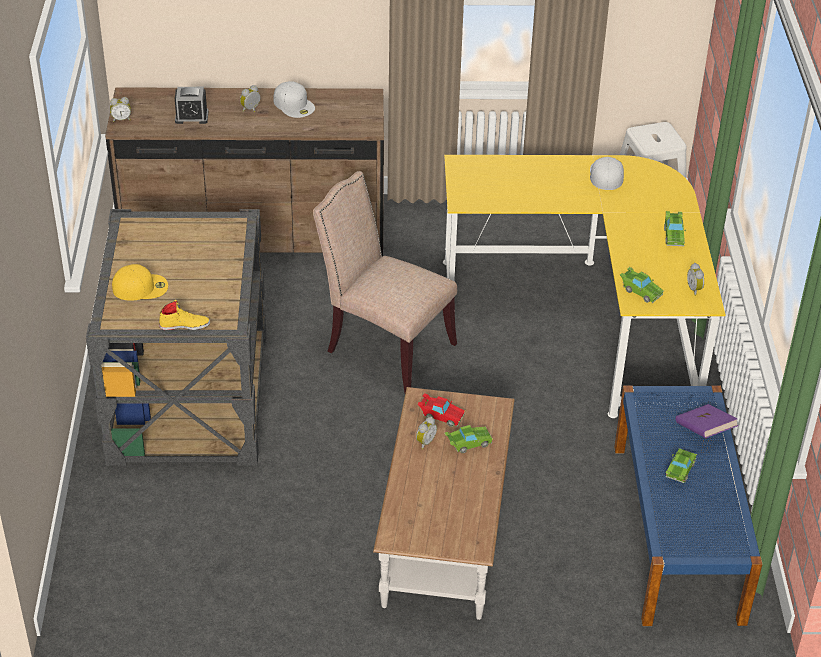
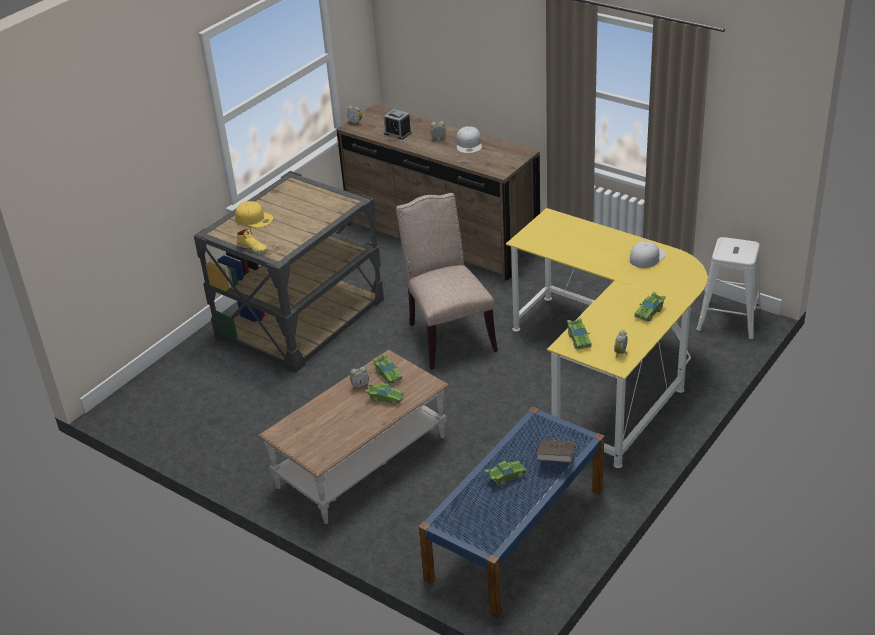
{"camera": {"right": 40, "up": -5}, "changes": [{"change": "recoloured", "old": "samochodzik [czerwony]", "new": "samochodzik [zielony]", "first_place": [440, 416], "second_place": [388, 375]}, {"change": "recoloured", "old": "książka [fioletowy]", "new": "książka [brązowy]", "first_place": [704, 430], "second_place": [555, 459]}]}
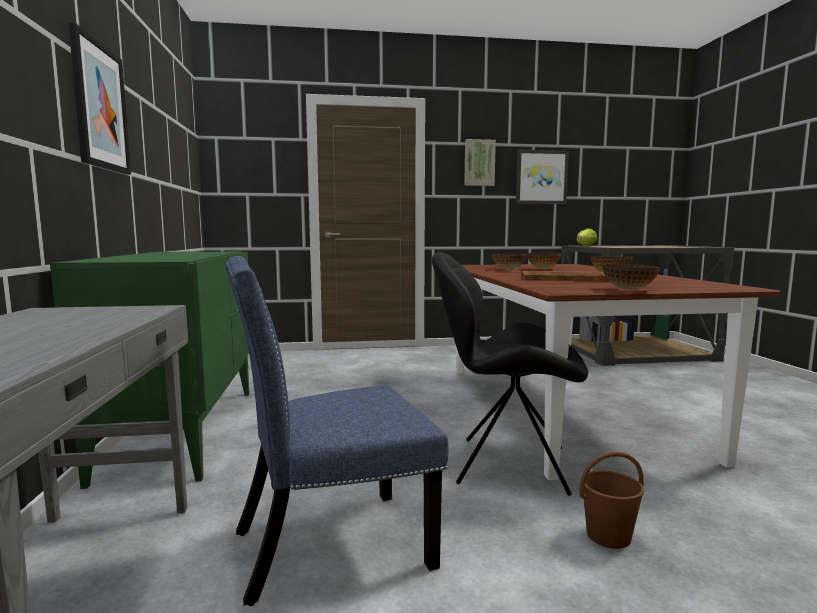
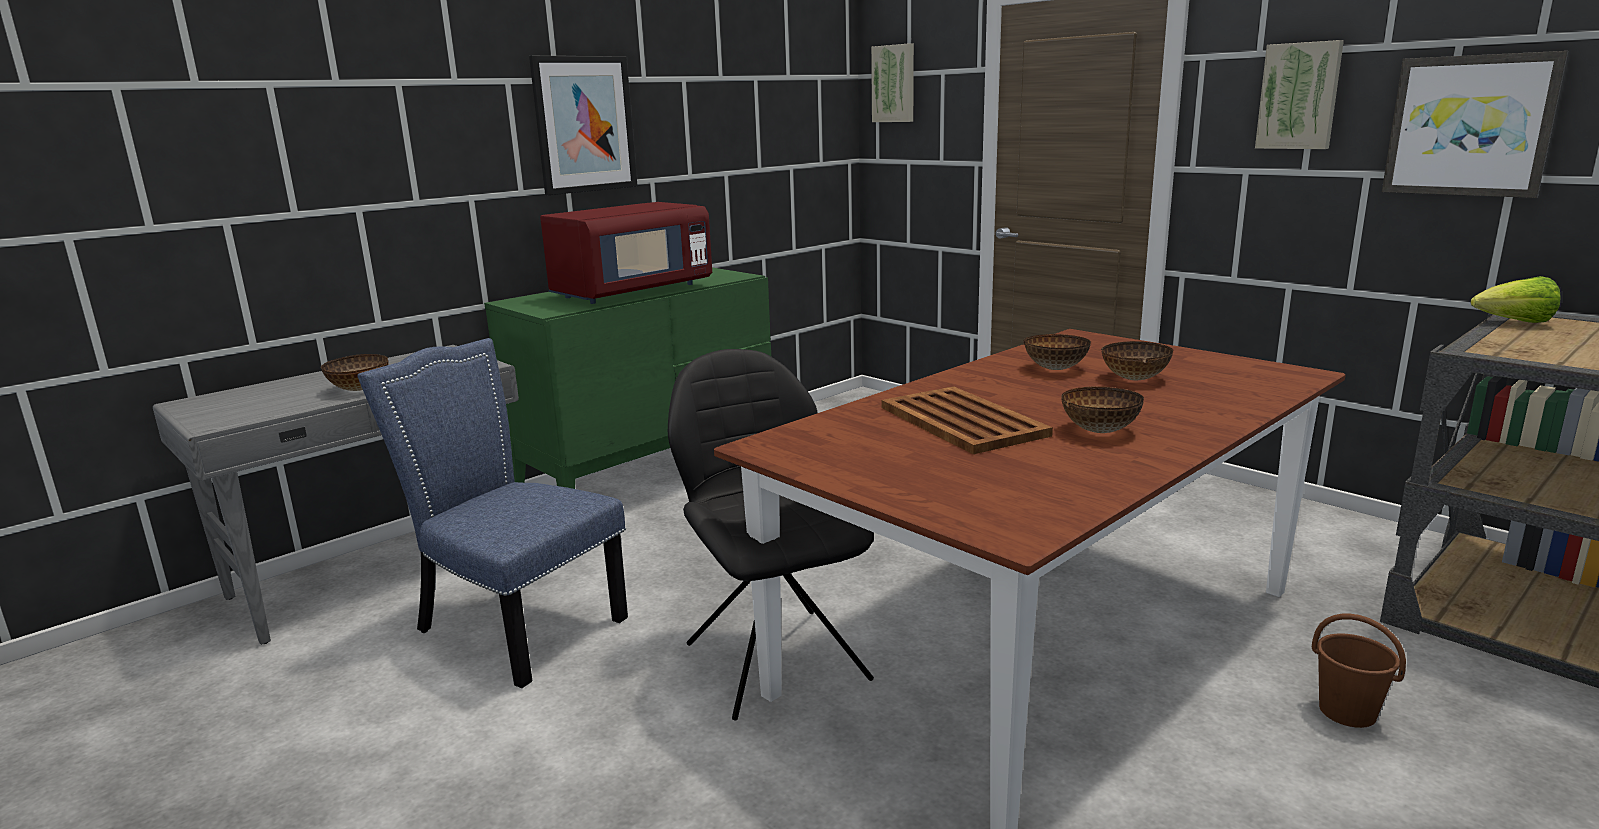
{"camera": {"right": 55, "up": 10}, "changes": [{"change": "moved", "old": "miska", "first_place": [629, 289], "second_place": [359, 389]}, {"change": "moved", "old": "wiadro [brązowy]", "first_place": [609, 536], "second_place": [1348, 712]}, {"change": "added", "new": "obraz", "second_place": [894, 83]}, {"change": "added", "new": "mikrofalówka [czerwony]", "second_place": [632, 292]}]}
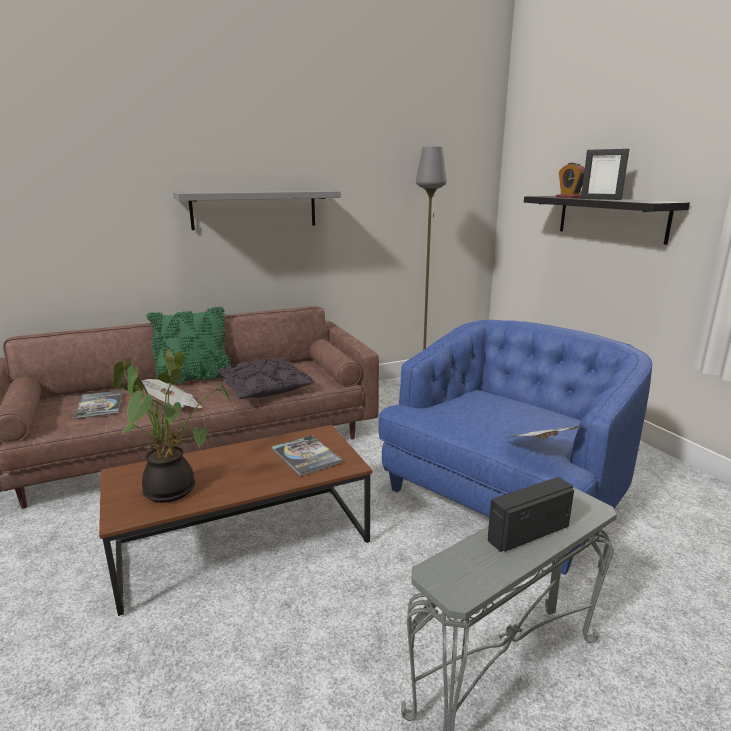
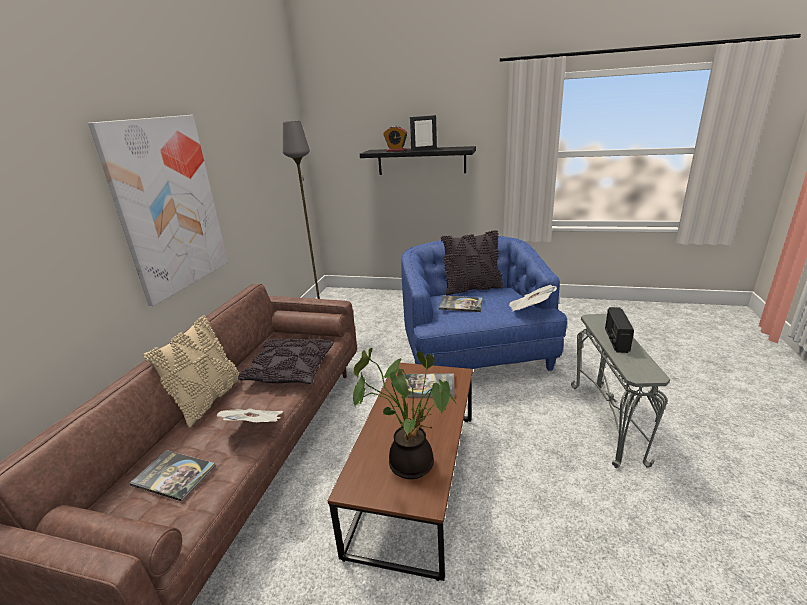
{"camera": {"right": -50, "up": 5}, "changes": [{"change": "replaced", "old": "półka [szary]", "new": "obraz", "first_place": [254, 209], "second_place": [168, 206]}, {"change": "recoloured", "old": "poduszka [zielony]", "new": "poduszka [beżowy]", "first_place": [194, 379], "second_place": [208, 400]}, {"change": "added", "new": "poduszka [czarny]", "second_place": [472, 288]}, {"change": "added", "new": "książka", "second_place": [461, 304]}]}
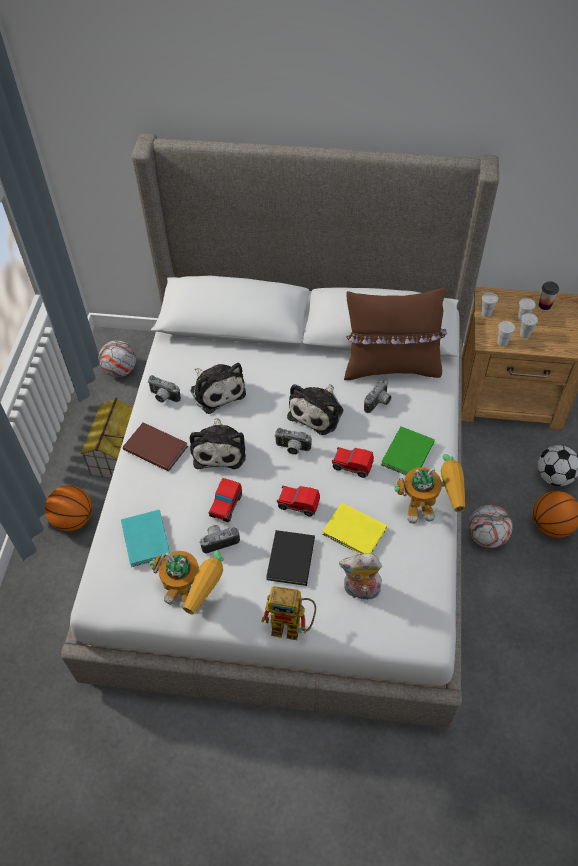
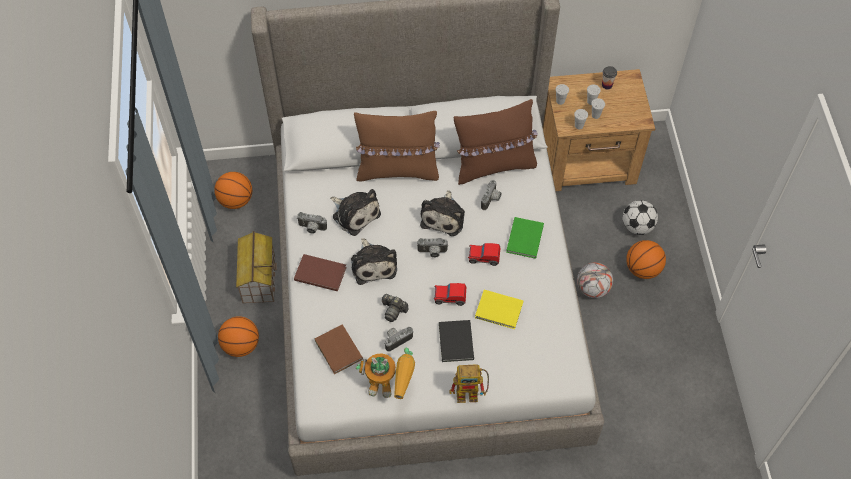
{"camera": {"right": -15, "up": 5}, "changes": [{"change": "replaced", "old": "piłka futbolowa", "new": "piłka do koszykówki", "first_place": [120, 370], "second_place": [236, 200]}, {"change": "removed", "old": "robot zabawkowy", "first_place": [430, 508]}, {"change": "replaced", "old": "samochodzik", "new": "aparat fotograficzny", "first_place": [226, 506], "second_place": [393, 310]}, {"change": "recoloured", "old": "książka [turkusowy]", "new": "książka [brązowy]", "first_place": [145, 541], "second_place": [338, 351]}, {"change": "removed", "old": "pluszak", "first_place": [360, 591]}, {"change": "added", "new": "poduszka [brązowy]", "second_place": [398, 170]}]}
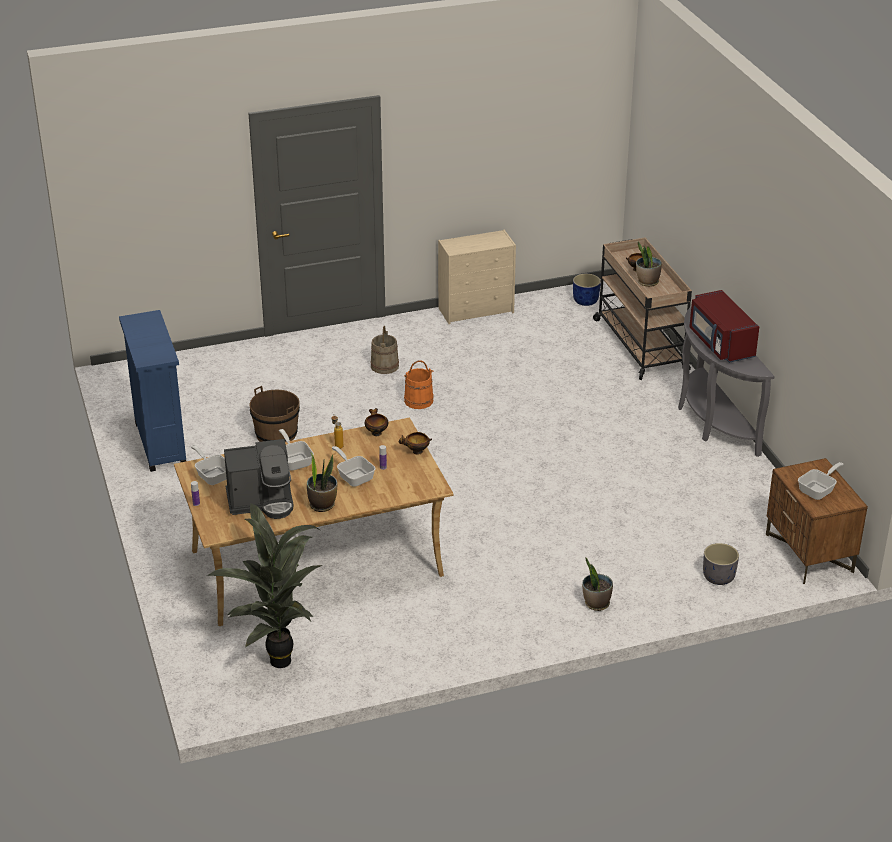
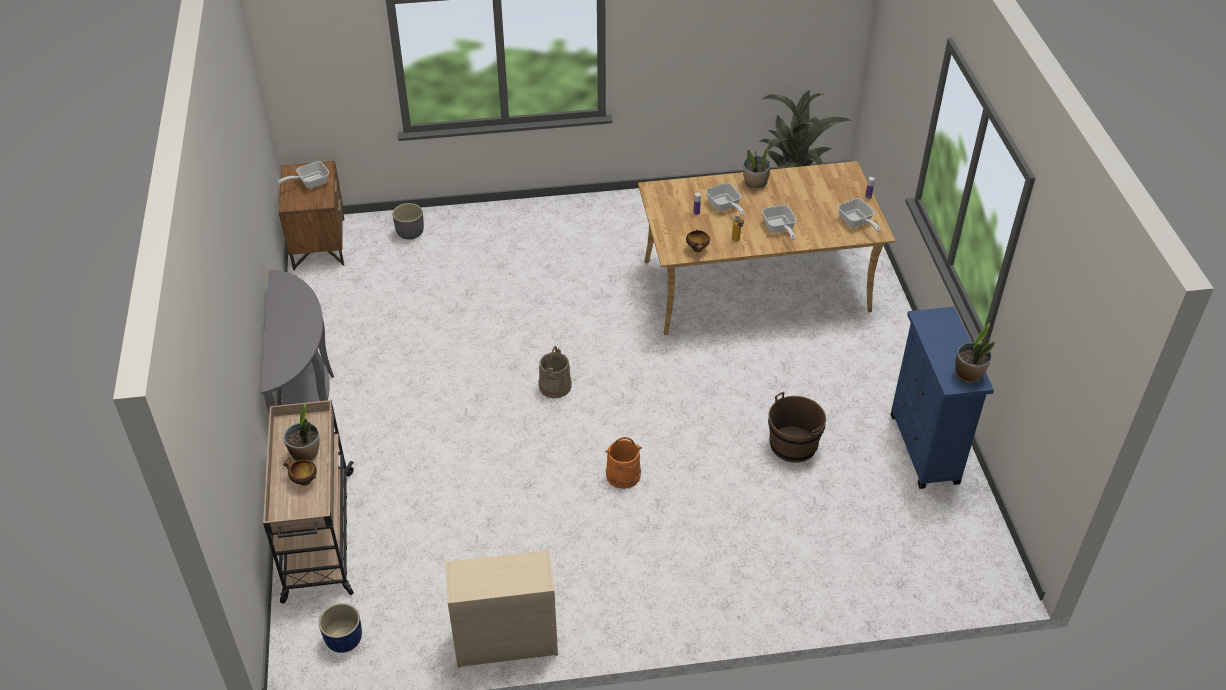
{"camera": {"right": -170, "up": 10}, "changes": [{"change": "removed", "old": "mikrofalówka [czerwony]", "first_place": [720, 343]}, {"change": "moved", "old": "wiadro [beżowy]", "first_place": [385, 366], "second_place": [555, 386]}, {"change": "removed", "old": "miska", "first_place": [416, 452]}, {"change": "removed", "old": "ekspres do kawy", "first_place": [262, 501]}, {"change": "moved", "old": "roślina doniczkowa", "first_place": [596, 603], "second_place": [968, 374]}]}
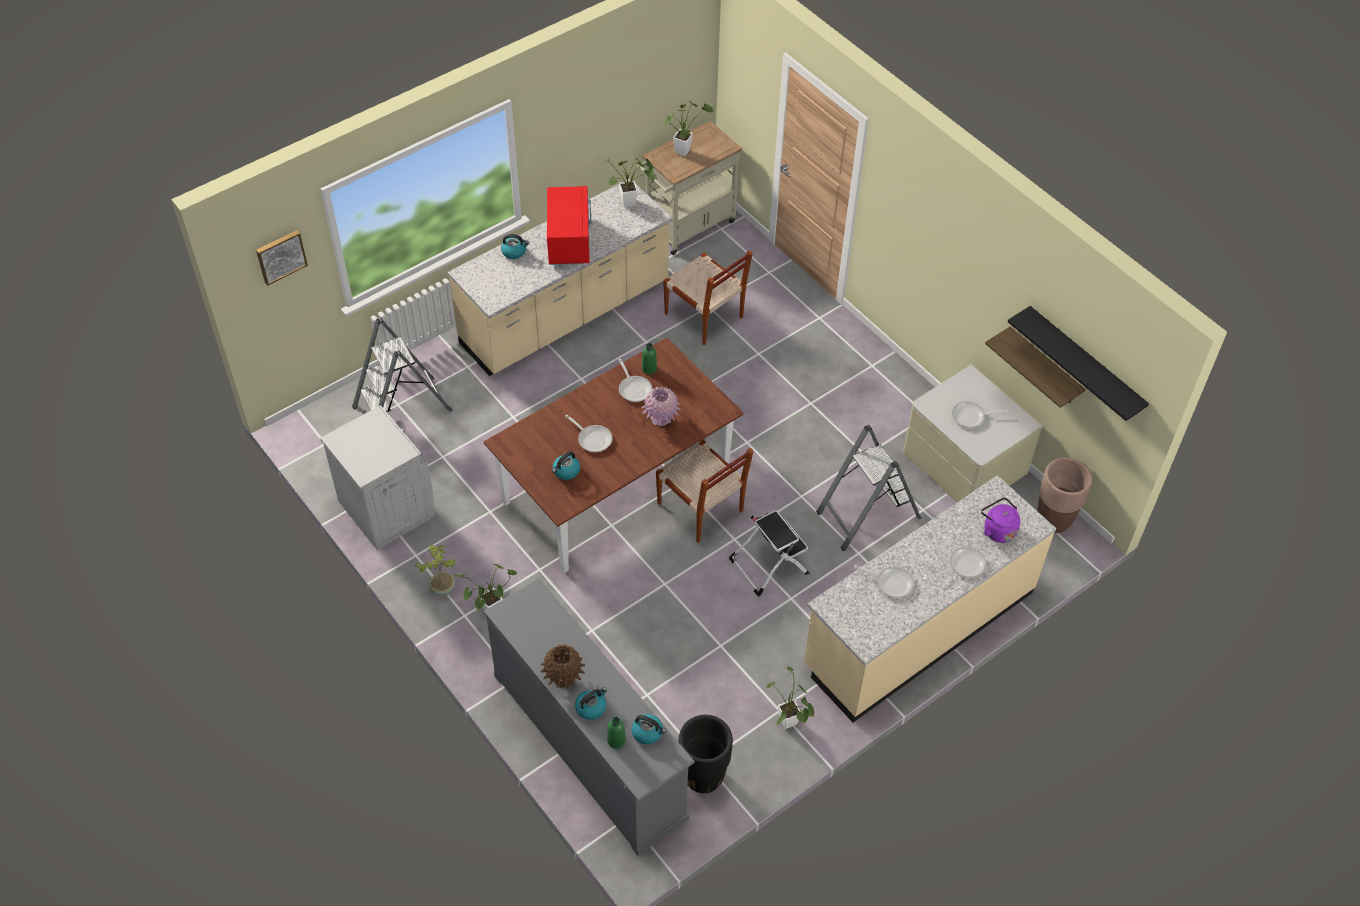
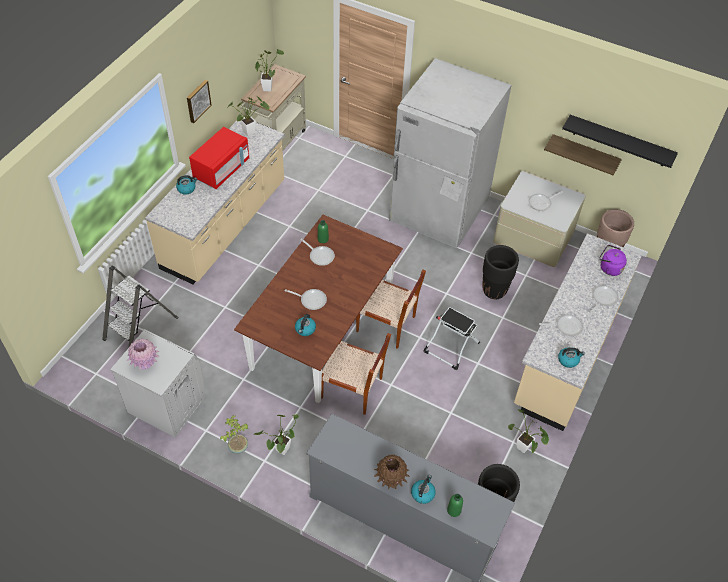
{"camera": {"right": -25, "up": 0}, "changes": [{"change": "turned", "old": "mikrofalówka [czerwony]", "first_place": [569, 241], "second_place": [222, 169], "degrees": 60}, {"change": "moved", "old": "obraz", "first_place": [280, 256], "second_place": [197, 100]}, {"change": "moved", "old": "krzesło", "first_place": [705, 317], "second_place": [353, 389]}, {"change": "moved", "old": "wazon [różowy]", "first_place": [661, 418], "second_place": [145, 363]}, {"change": "replaced", "old": "drabinka [szary]", "new": "donica [czarny]", "first_place": [867, 514], "second_place": [494, 290]}, {"change": "moved", "old": "czajnik", "first_place": [648, 732], "second_place": [568, 360]}, {"change": "added", "new": "lodówka [biały]", "second_place": [439, 210]}]}
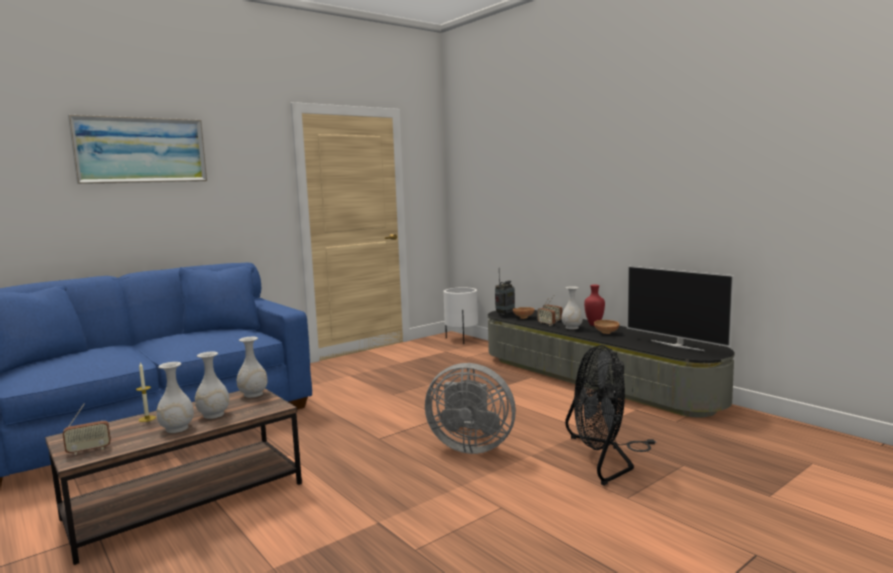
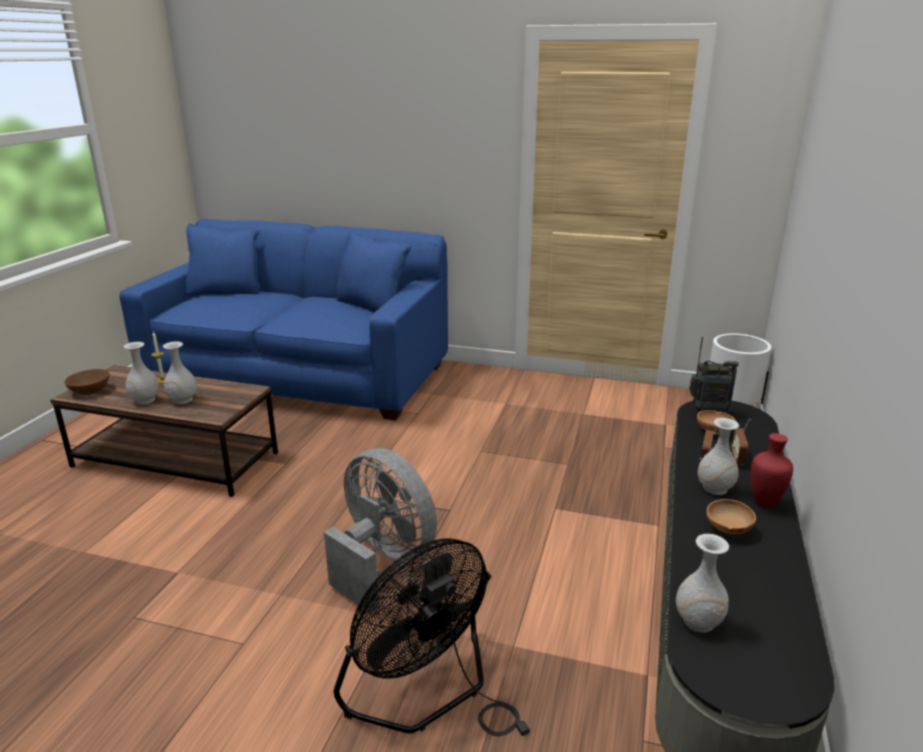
{"camera": {"right": 55, "up": 15}, "changes": [{"change": "removed", "old": "obraz", "first_place": [141, 150]}, {"change": "removed", "old": "telewizor", "first_place": [677, 345]}, {"change": "moved", "old": "wazon [biały]", "first_place": [253, 394], "second_place": [698, 622]}, {"change": "turned", "old": "wentylator [szary]", "first_place": [470, 446], "second_place": [382, 561], "degrees": 150}, {"change": "replaced", "old": "radio", "new": "miska [brązowy]", "first_place": [89, 450], "second_place": [90, 390]}]}
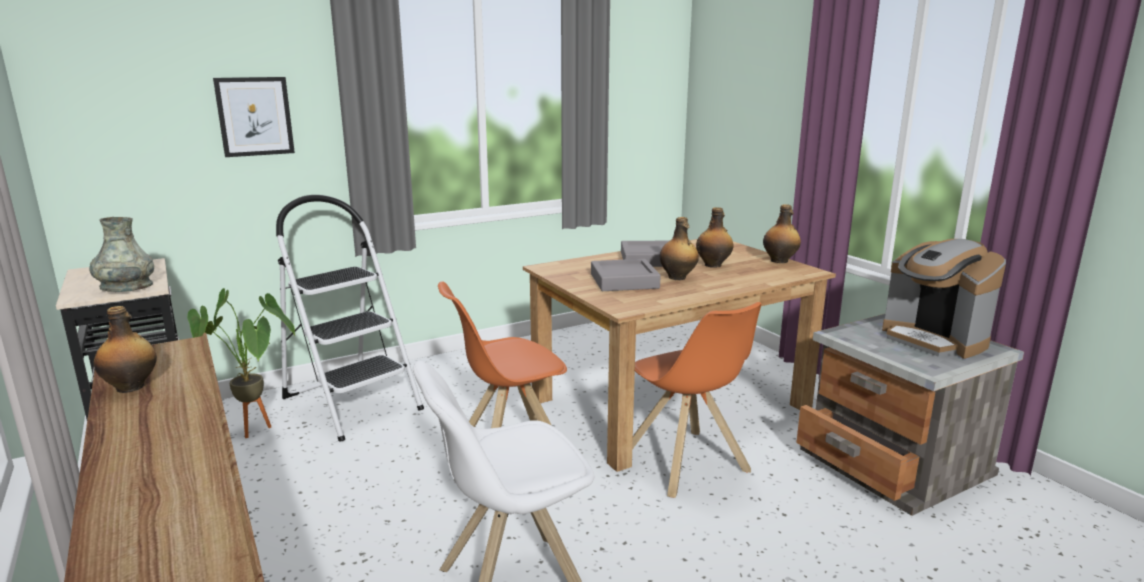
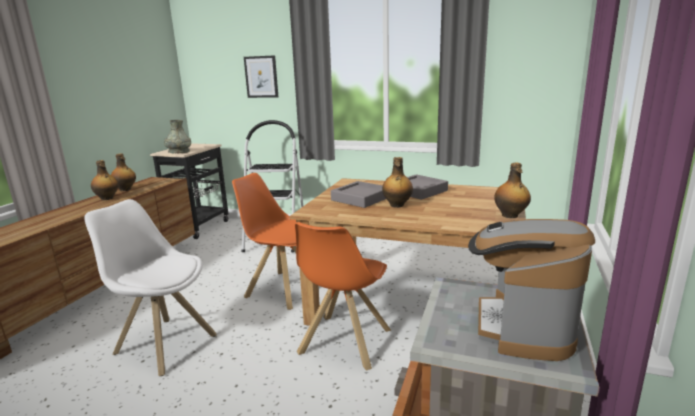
{"camera": {"right": 50, "up": 0}, "changes": [{"change": "moved", "old": "butelka", "first_place": [713, 265], "second_place": [107, 198]}, {"change": "removed", "old": "roślina doniczkowa", "first_place": [256, 433]}]}
